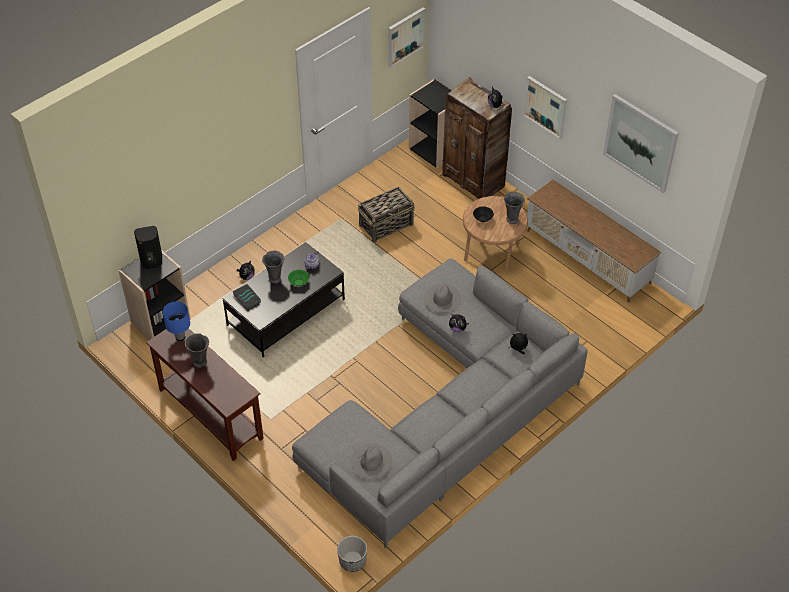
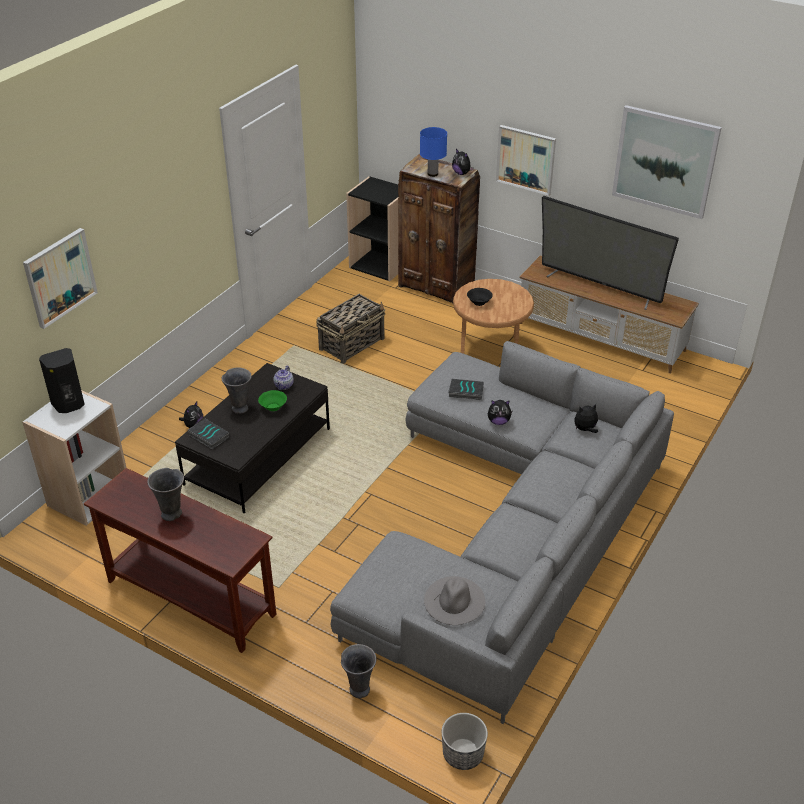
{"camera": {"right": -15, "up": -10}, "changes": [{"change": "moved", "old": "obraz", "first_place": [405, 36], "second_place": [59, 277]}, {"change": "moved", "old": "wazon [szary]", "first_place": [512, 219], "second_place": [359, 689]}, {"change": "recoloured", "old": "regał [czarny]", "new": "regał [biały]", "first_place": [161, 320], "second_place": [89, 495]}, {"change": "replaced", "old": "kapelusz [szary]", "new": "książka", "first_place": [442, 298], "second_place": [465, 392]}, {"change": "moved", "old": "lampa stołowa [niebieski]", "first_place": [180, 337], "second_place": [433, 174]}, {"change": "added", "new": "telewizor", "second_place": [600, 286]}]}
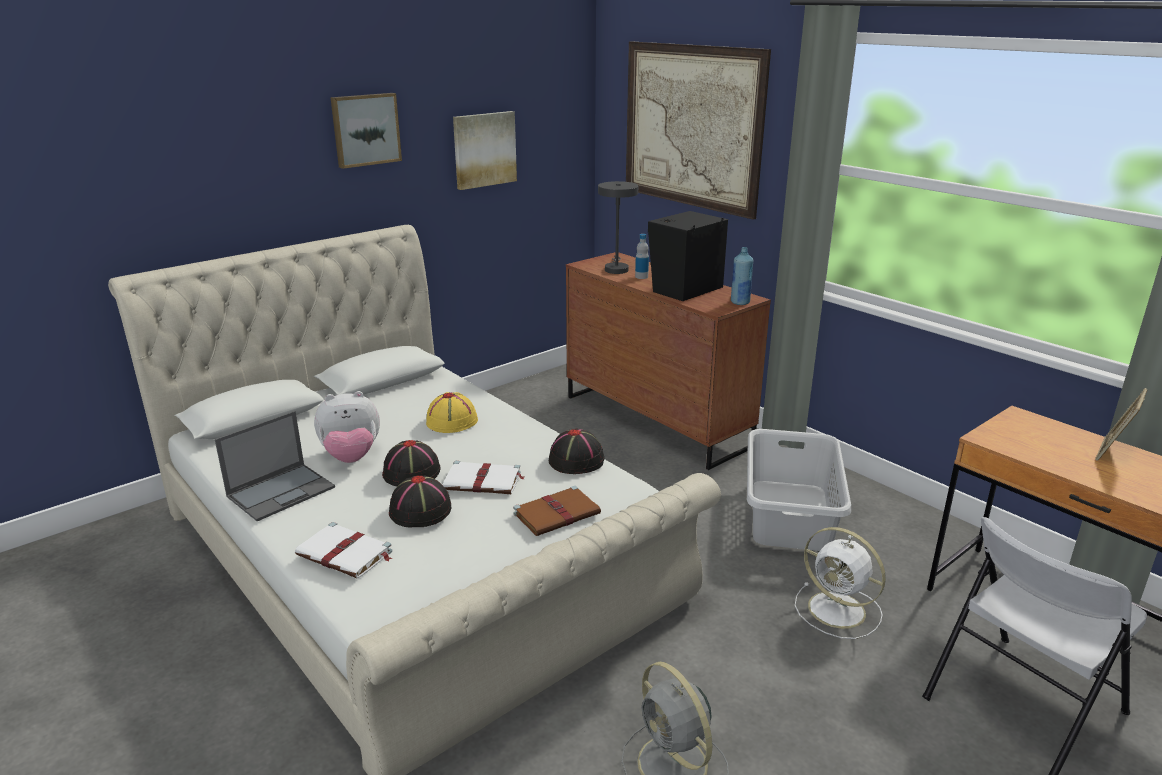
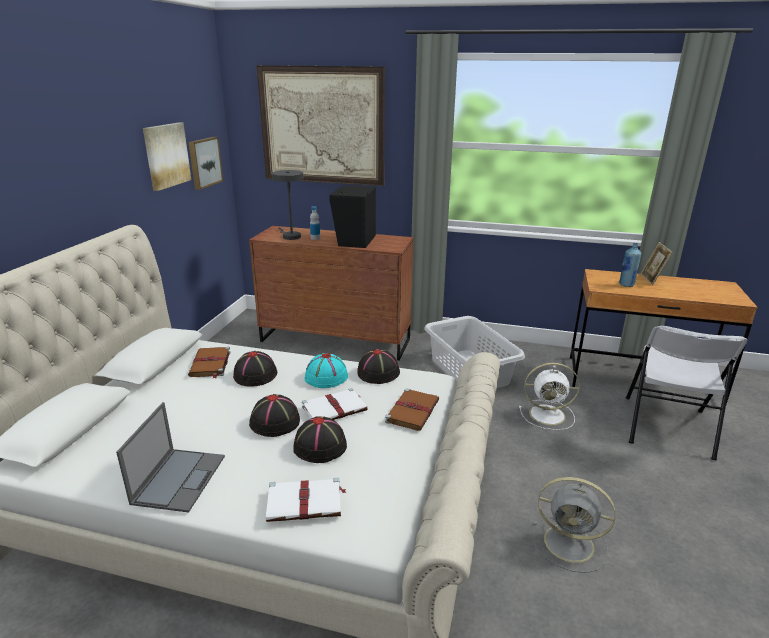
{"camera": {"right": -35, "up": 0}, "changes": [{"change": "moved", "old": "obraz", "first_place": [365, 129], "second_place": [204, 162]}, {"change": "moved", "old": "butelka [niebieski]", "first_place": [740, 302], "second_place": [626, 284]}, {"change": "removed", "old": "pluszak", "first_place": [351, 457]}, {"change": "recoloured", "old": "kapelusz [żółty]", "new": "kapelusz [czarny]", "first_place": [452, 421], "second_place": [255, 375]}, {"change": "added", "new": "książka [brązowy]", "second_place": [210, 364]}, {"change": "added", "new": "kapelusz [turkusowy]", "second_place": [326, 377]}]}
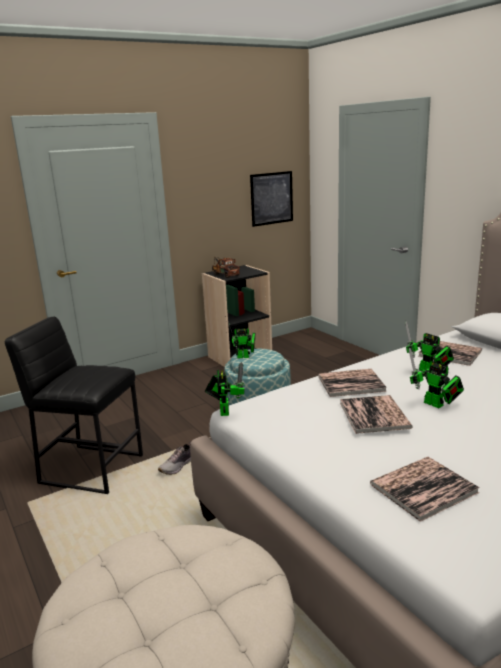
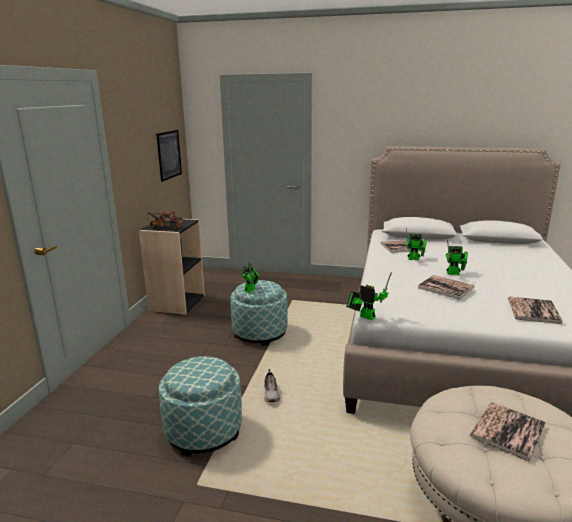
{"camera": {"right": -45, "up": 0}, "changes": [{"change": "replaced", "old": "krzesło [czarny]", "new": "pufa", "first_place": [90, 468], "second_place": [203, 431]}, {"change": "moved", "old": "książka", "first_place": [351, 383], "second_place": [507, 431]}]}
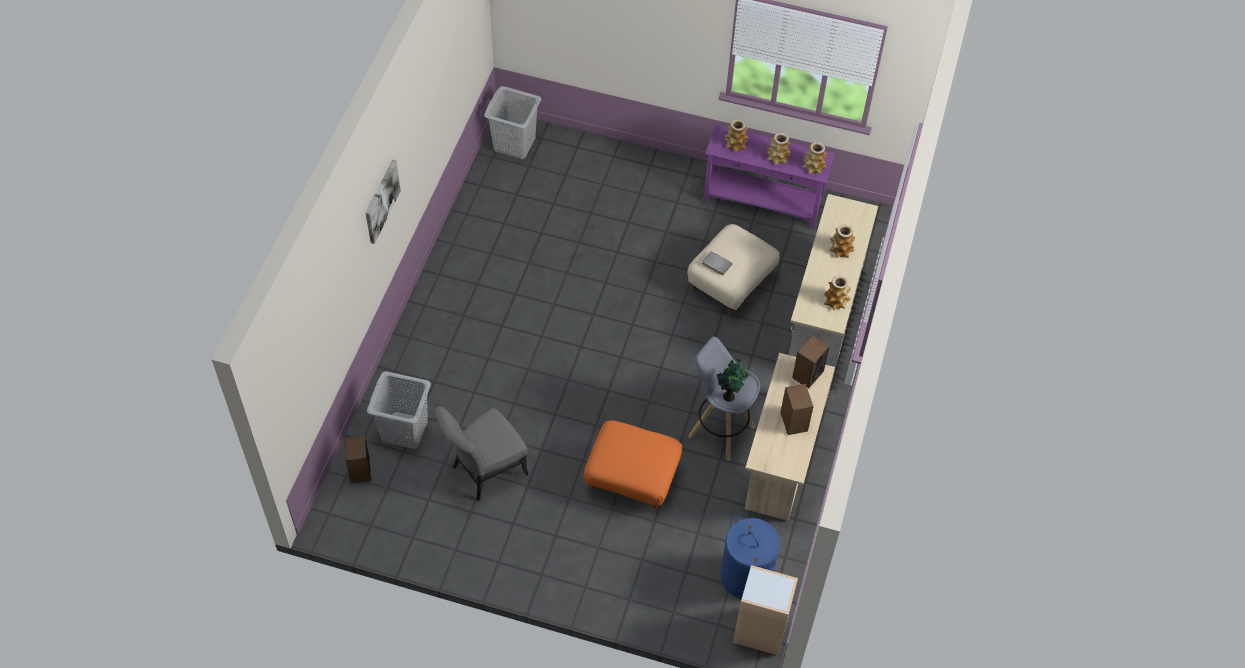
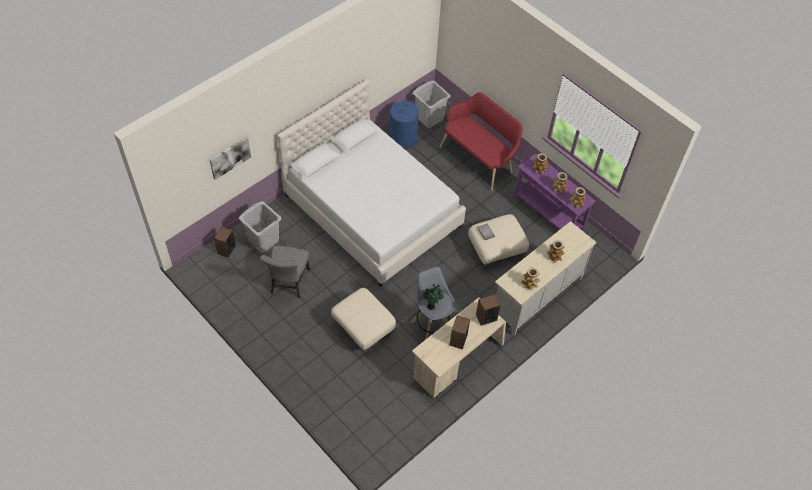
{"camera": {"right": 30, "up": 0}, "changes": [{"change": "moved", "old": "obraz", "first_place": [381, 201], "second_place": [230, 157]}, {"change": "turned", "old": "krzesło [szary]", "first_place": [485, 471], "second_place": [288, 283], "degrees": -75}, {"change": "recoloured", "old": "pufa [pomarańczowy]", "new": "pufa [beżowy]", "first_place": [631, 480], "second_place": [362, 328]}, {"change": "moved", "old": "kosz na pranie [niebieski]", "first_place": [746, 576], "second_place": [403, 138]}, {"change": "removed", "old": "regał", "first_place": [760, 631]}, {"change": "added", "new": "łóżko [biały]", "second_place": [373, 210]}, {"change": "added", "new": "ławka [czerwony]", "second_place": [479, 158]}]}
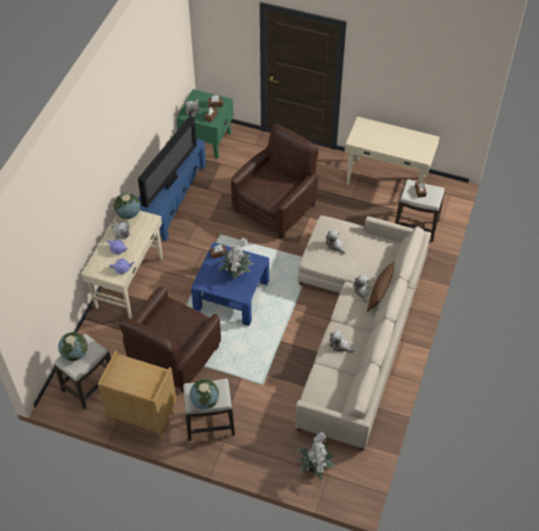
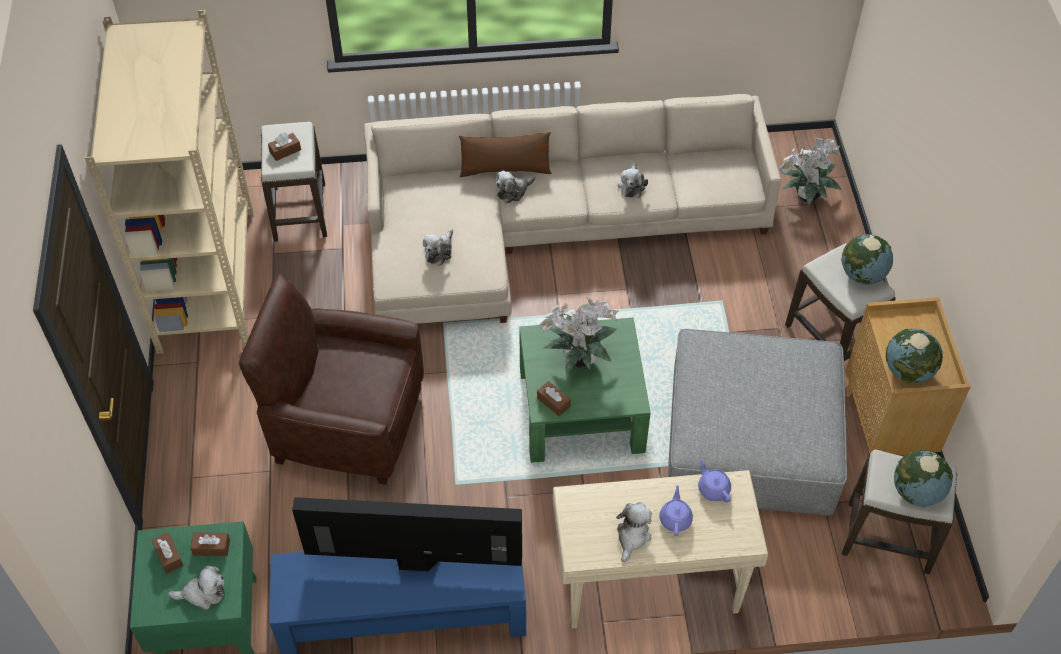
{"camera": {"right": -115, "up": 0}, "changes": [{"change": "replaced", "old": "stolik konsolowy [beżowy]", "new": "regał [beżowy]", "first_place": [387, 180], "second_place": [207, 280]}, {"change": "moved", "old": "globus", "first_place": [128, 214], "second_place": [908, 371]}, {"change": "recoloured", "old": "ława [niebieski]", "new": "ława [zielony]", "first_place": [231, 294], "second_place": [581, 410]}, {"change": "replaced", "old": "fotel [brązowy]", "new": "pufa [szary]", "first_place": [173, 356], "second_place": [751, 440]}]}
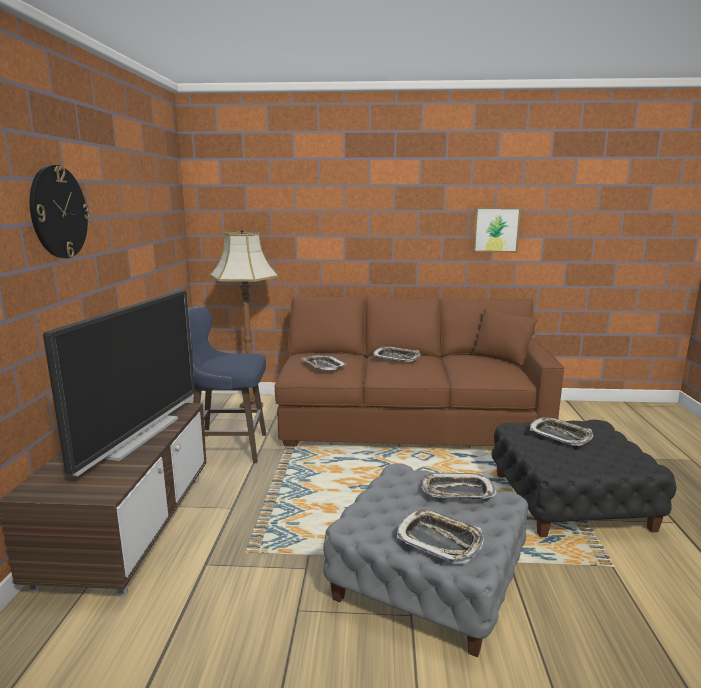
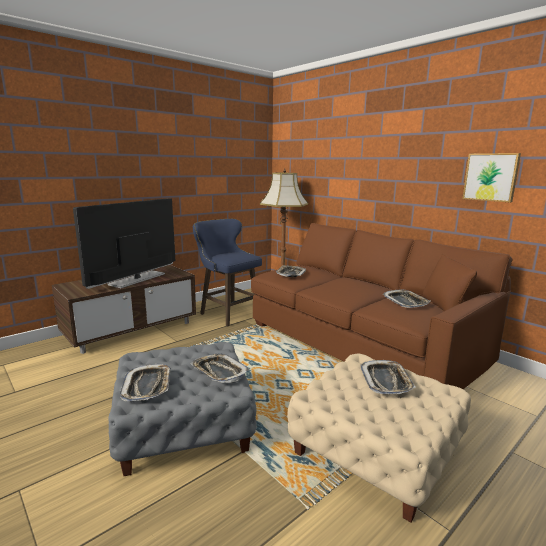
{"camera": {"right": 45, "up": 0}, "changes": [{"change": "removed", "old": "zegar ścienny", "first_place": [59, 212]}, {"change": "turned", "old": "telewizor", "first_place": [137, 436], "second_place": [137, 279], "degrees": 150}, {"change": "moved", "old": "taca", "first_place": [396, 357], "second_place": [405, 302]}, {"change": "recoloured", "old": "pufa [czarny]", "new": "pufa [beżowy]", "first_place": [570, 501], "second_place": [376, 450]}]}
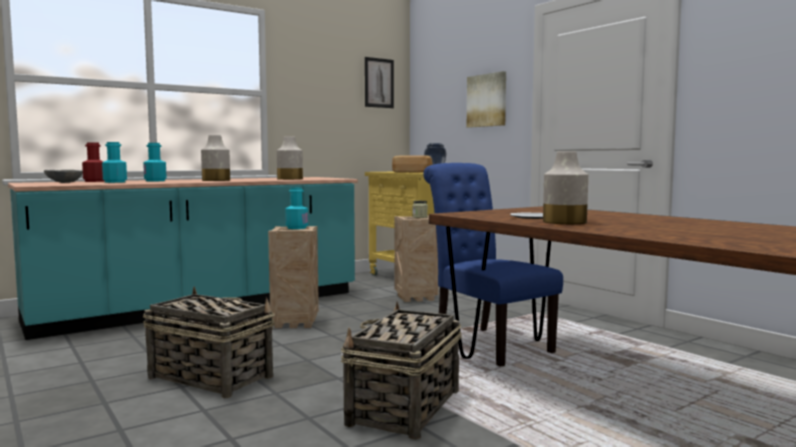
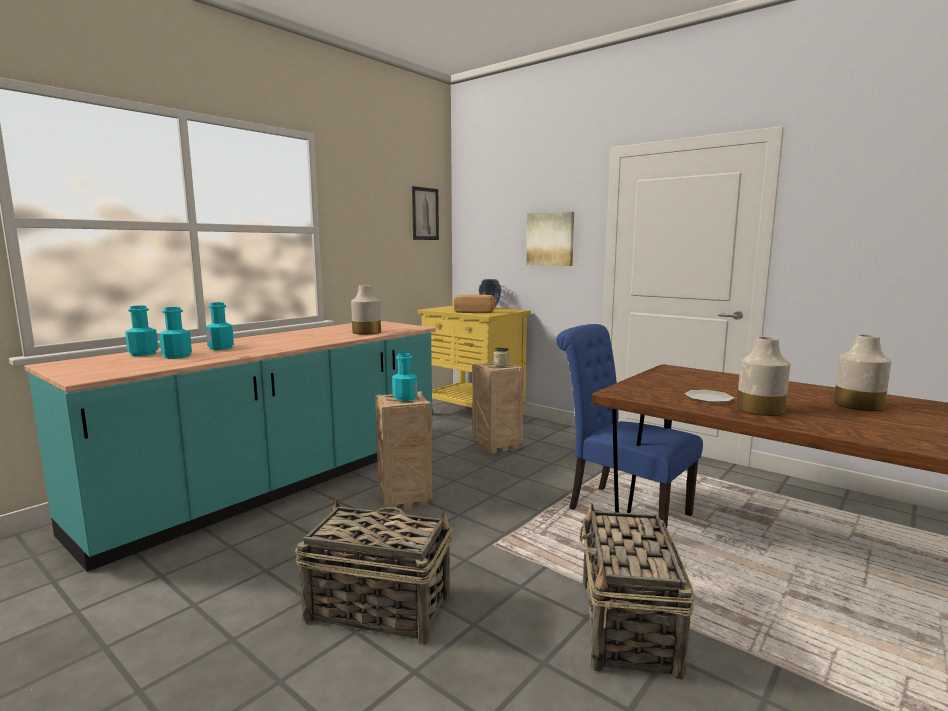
{"camera": {"right": -15, "up": 5}, "changes": [{"change": "moved", "old": "wazon [beżowy]", "first_place": [215, 180], "second_place": [858, 405]}, {"change": "recoloured", "old": "butelka [czerwony]", "new": "butelka [turkusowy]", "first_place": [94, 181], "second_place": [143, 354]}, {"change": "removed", "old": "miska [szary]", "first_place": [63, 183]}]}
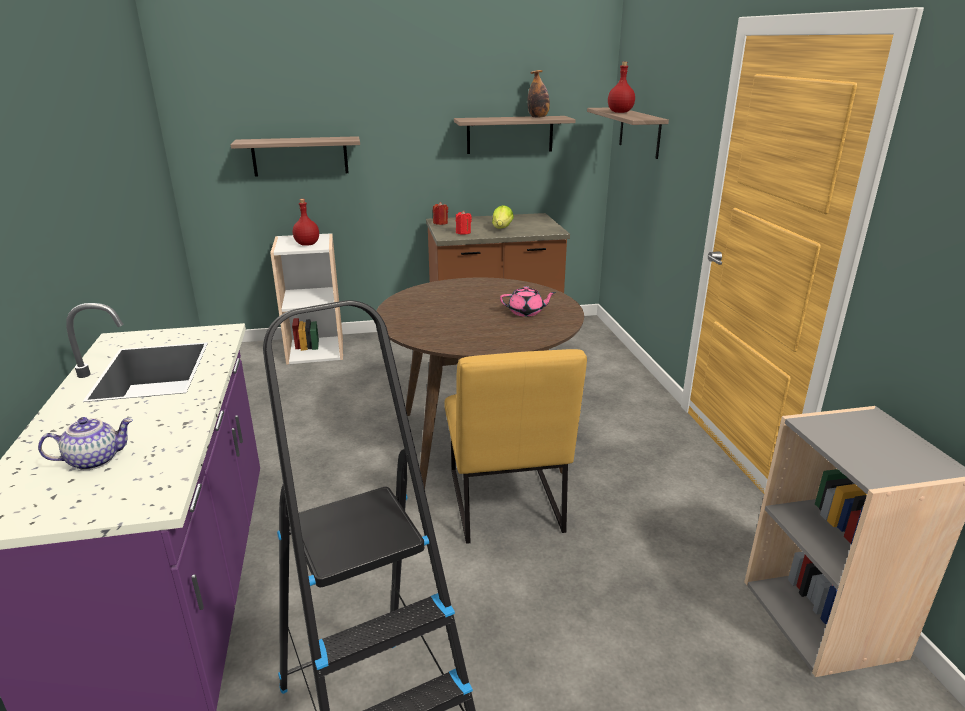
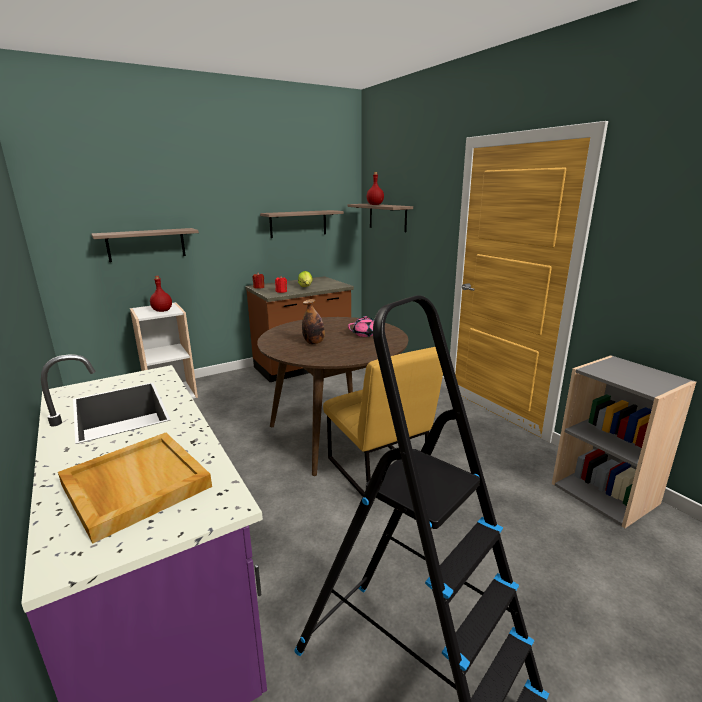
{"camera": {"right": -20, "up": -5}, "changes": [{"change": "moved", "old": "butelka", "first_place": [538, 117], "second_place": [314, 343]}, {"change": "replaced", "old": "imbryk", "new": "taca [beżowy]", "first_place": [95, 460], "second_place": [134, 485]}]}
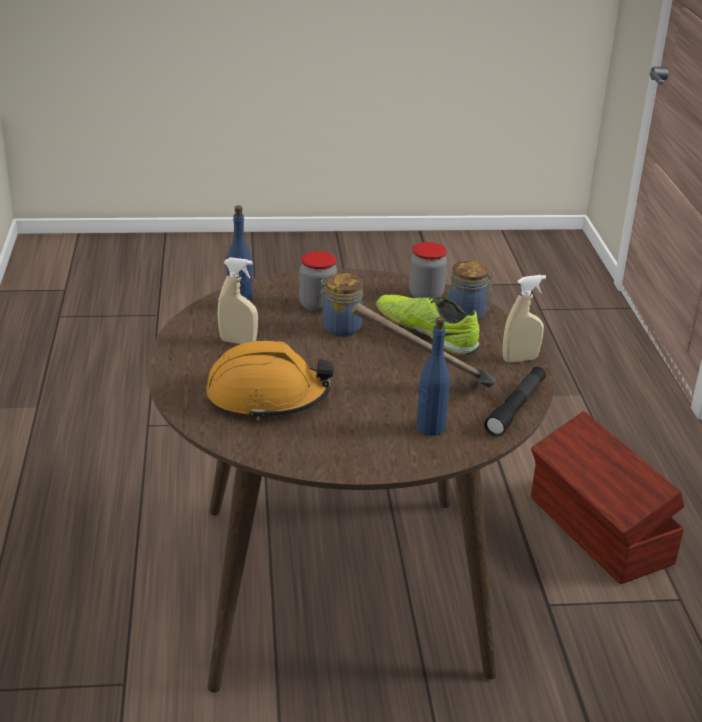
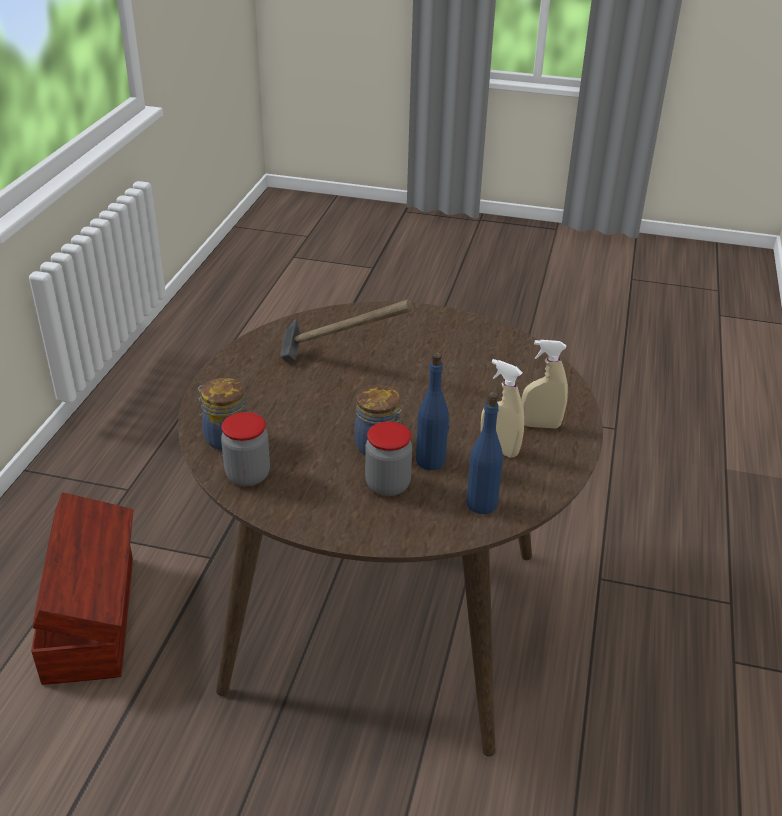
{"camera": {"right": -160, "up": 5}, "changes": [{"change": "moved", "old": "spryskiwacz [beżowy]", "first_place": [520, 359], "second_place": [540, 425]}, {"change": "removed", "old": "but", "first_place": [426, 332]}, {"change": "moved", "old": "butelka [niebieski]", "first_place": [430, 428], "second_place": [431, 461]}, {"change": "removed", "old": "kask [pomarańczowy]", "first_place": [267, 397]}, {"change": "removed", "old": "latarka [czarny]", "first_place": [516, 408]}]}
